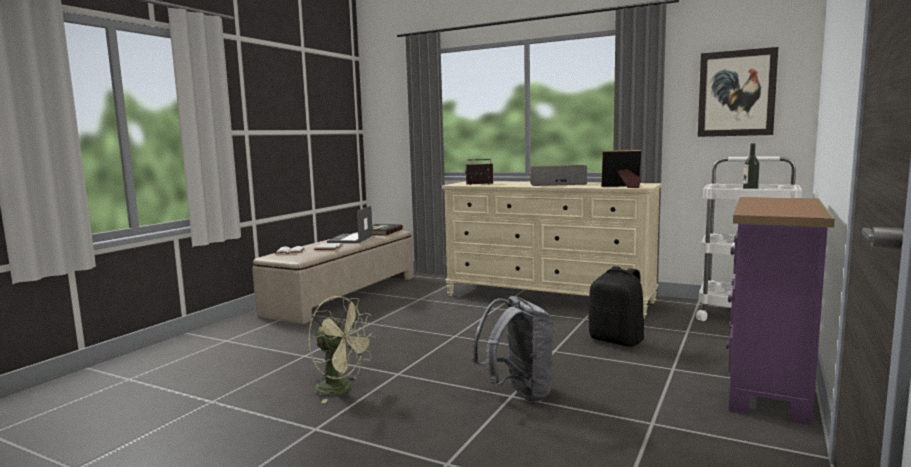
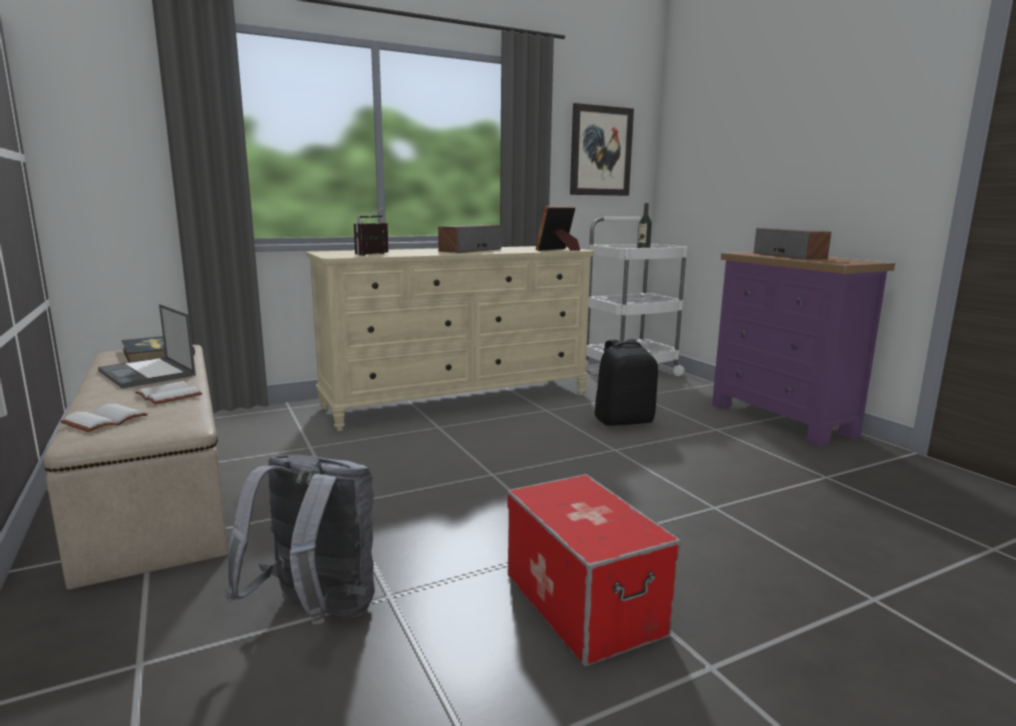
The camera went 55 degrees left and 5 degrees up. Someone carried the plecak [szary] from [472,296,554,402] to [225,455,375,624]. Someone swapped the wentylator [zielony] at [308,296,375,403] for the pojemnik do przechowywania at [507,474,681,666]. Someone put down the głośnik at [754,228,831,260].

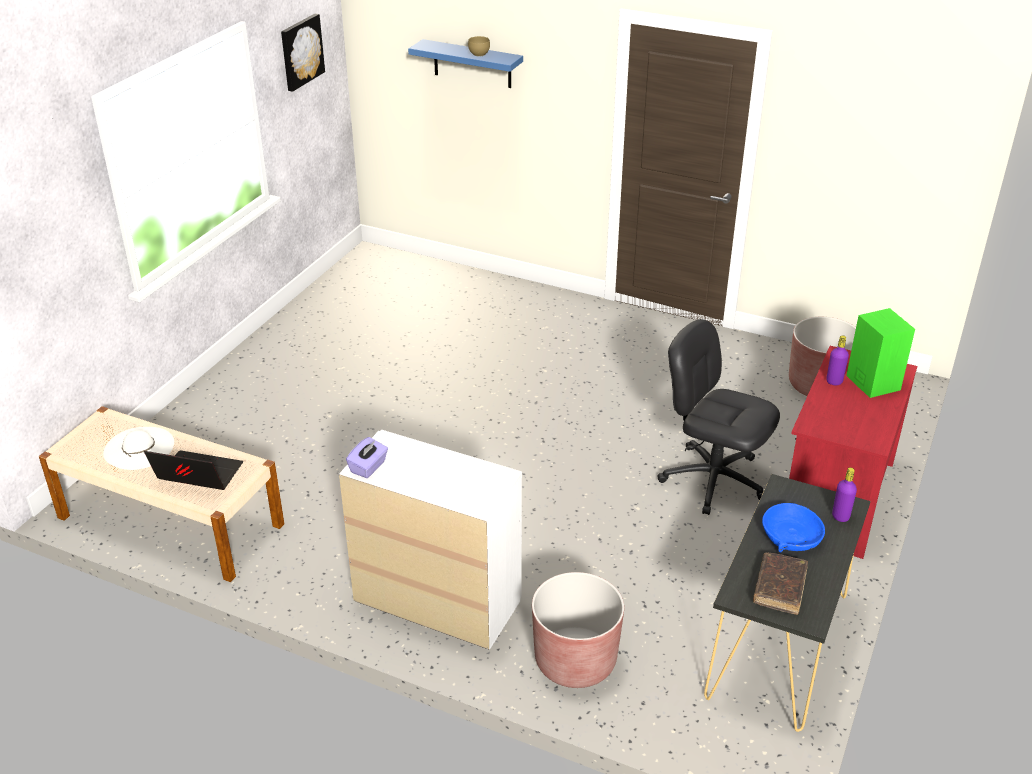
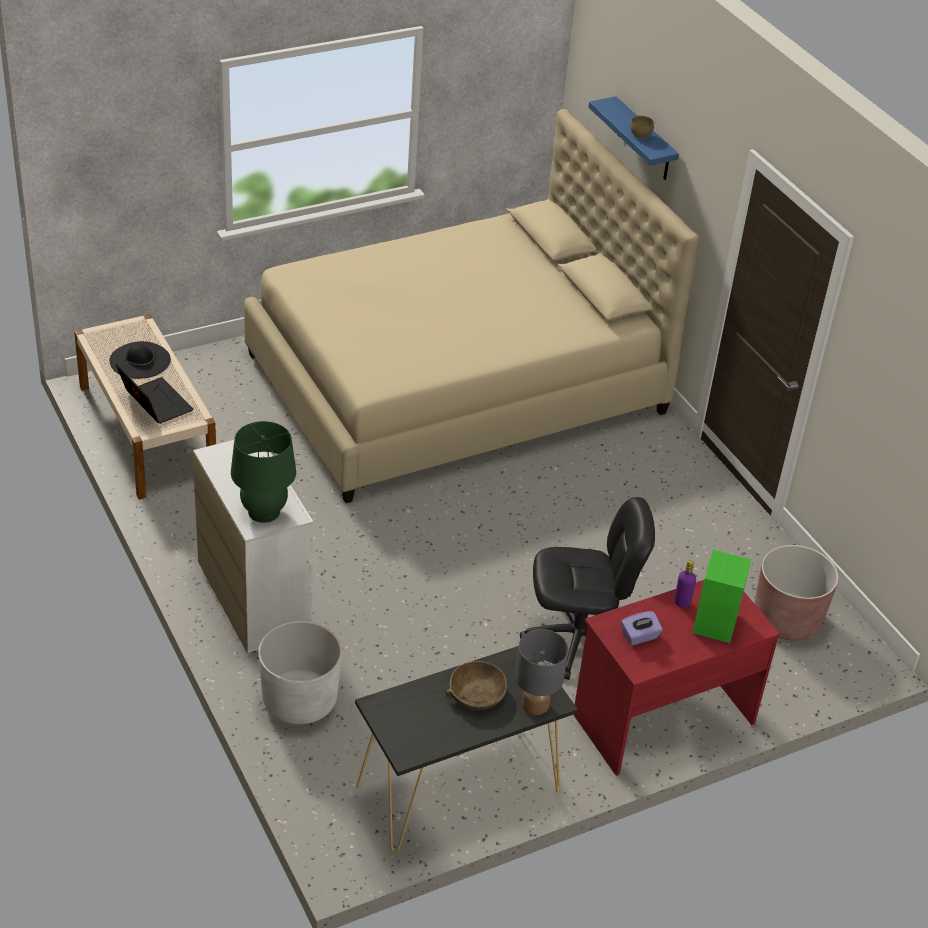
The camera went 35 degrees right and 5 degrees up. Someone repainted the kapelusz [biały] at [103,427,174,470], which became the kapelusz [czarny] at [109,341,171,379]. Someone put down the lampa stołowa [zielony] at [231,421,296,523]. Someone put down the łóżko [beżowy] at [244,109,700,503]. Someone repainted the donica [brązowy] at [532,572,624,688], which became the donica [biały] at [258,621,342,724]. Someone repainted the miska [niebieski] at [762,503,825,552], which became the miska [brązowy] at [446,661,507,710]. Someone swapped the butelka [fioletowy] at [832,467,857,522] for the lampa stołowa [szary] at [515,629,568,715]. Someone rotated the krzesło biurowe [czarny] at [657,319,780,515] by 105 degrees clockwise. Someone carried the pudełko chusteczek [fioletowy] from [346,437,388,478] to [621,611,663,645]. Someone took away the obraz at [281,14,325,92]. Someone took away the książka [brązowy] at [753,553,808,615].

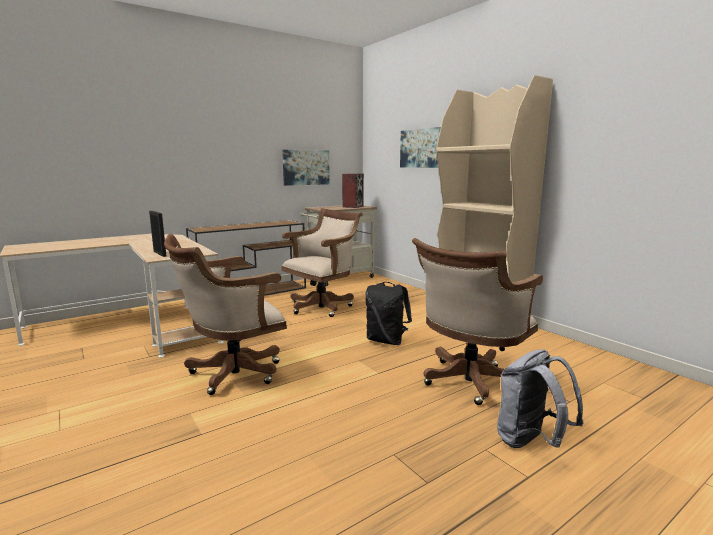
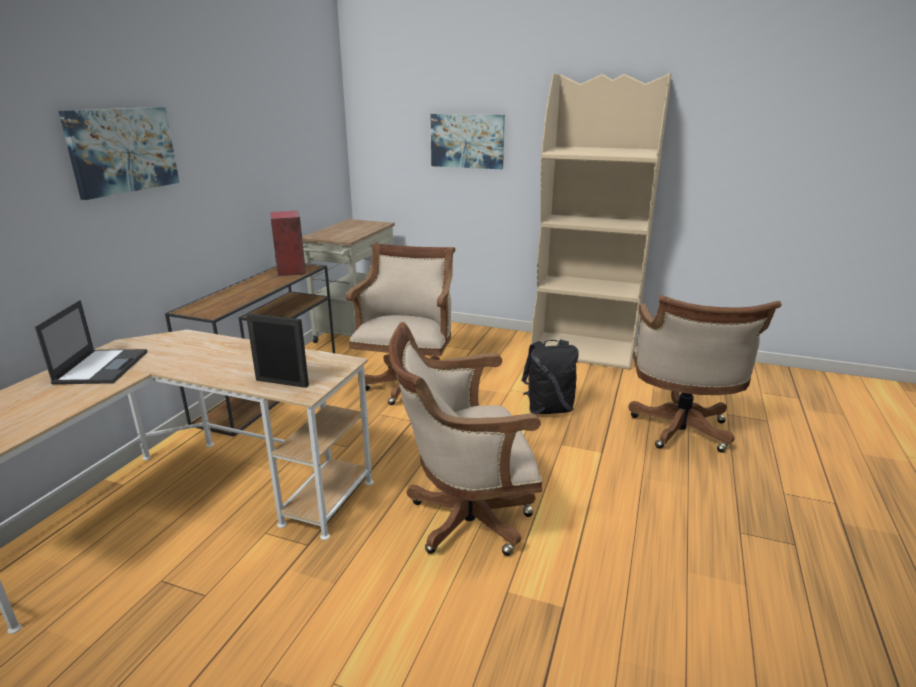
The camera went 35 degrees left and 10 degrees up. Someone put down the laptop at [35,300,147,384]. Someone carried the obraz from [282,150,330,186] to [59,107,180,200]. Someone carried the głośnik from [342,173,364,208] to [270,211,306,276]. Someone rotated the krzesło biurowe at [164,234,287,395] by 60 degrees clockwise. Someone took away the plecak [szary] at [497,349,584,448].

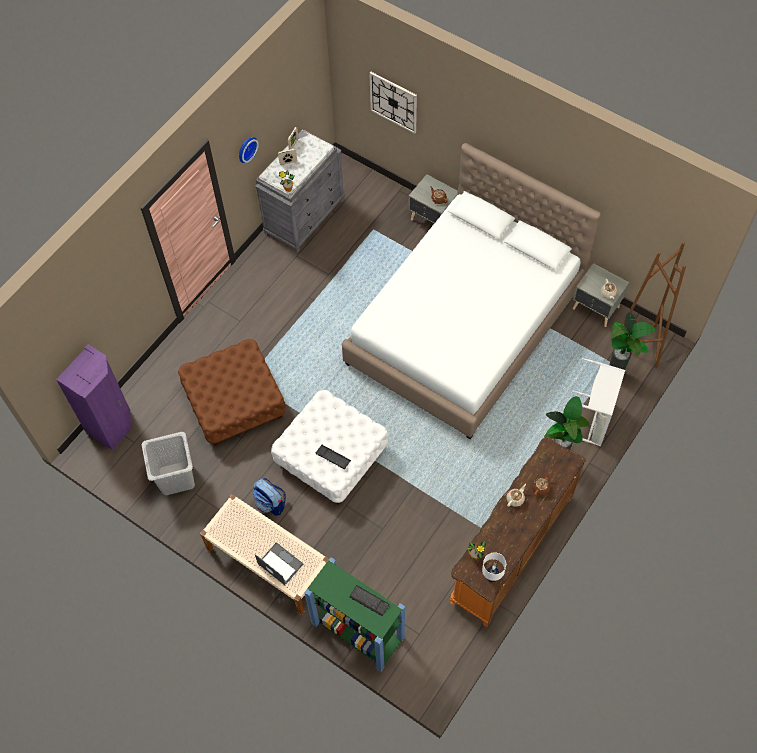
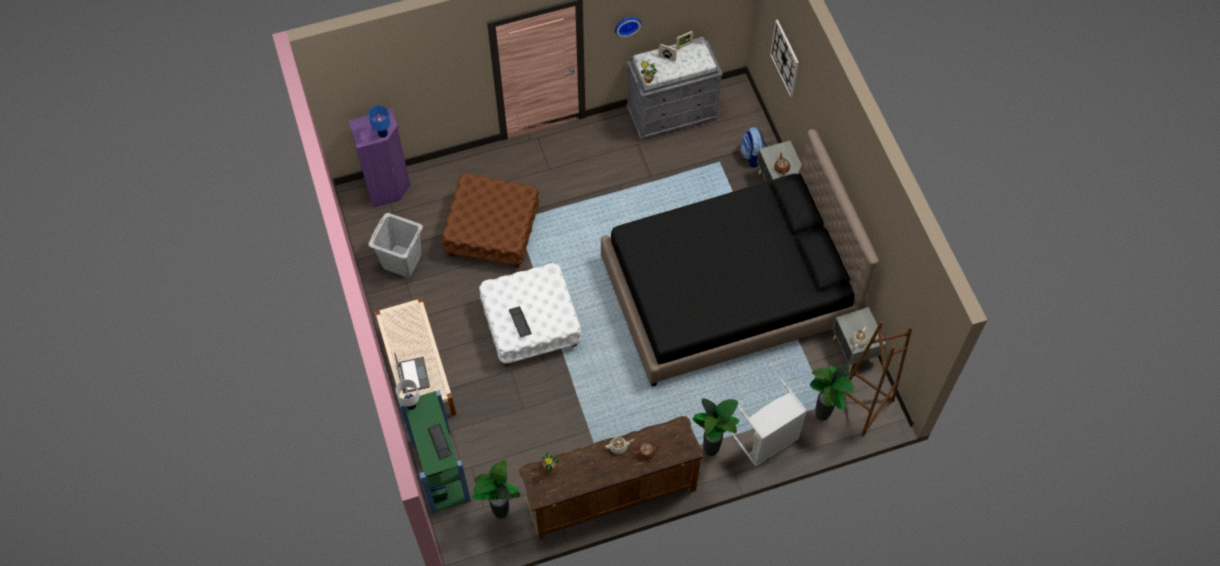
The camera went 35 degrees right and 0 degrees up. Someone put down the lampa stołowa [niebieski] at [368,105,390,138]. Someone carried the lampa stołowa [biały] from [482,552,506,582] to [396,379,419,410]. Someone put down the roślina doniczkowa at [472,460,520,519]. Someone repainted the szafka [pomarańczowy] at [450,437,587,627], which became the szafka [beżowy] at [519,416,704,540]. Someone repainted the łóżko [biały] at [342,143,601,439], which became the łóżko [czarny] at [601,129,879,387]. Someone carried the plecak from [253,478,286,516] to [740,127,767,168].

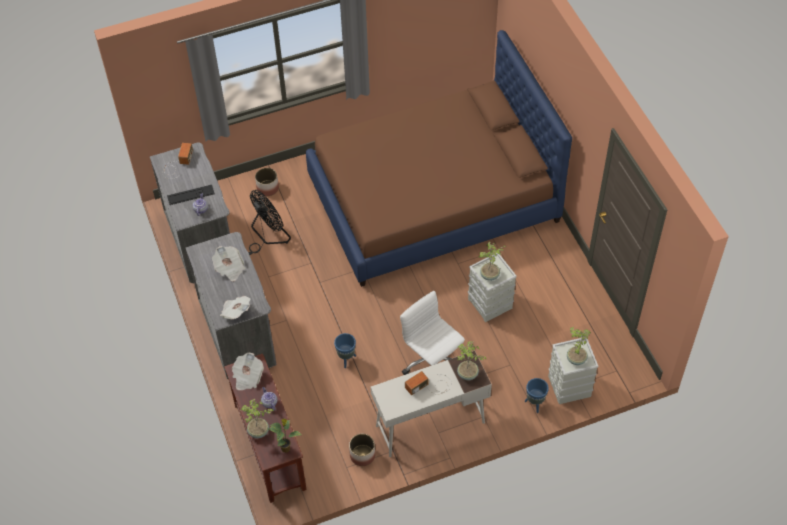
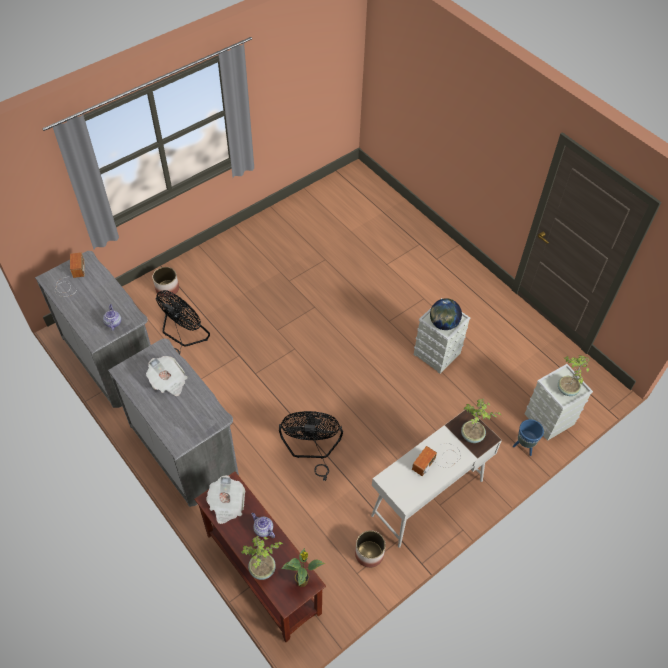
The camera went 20 degrees left and 0 degrees up. Someone swapped the donica [niebieski] at [334,333,356,368] for the wentylator [czarny] at [279,411,343,481]. Someone swapped the roślina doniczkowa at [479,242,506,281] for the globus at [430,298,462,330]. Someone took away the klawiatura at [167,185,215,205]. Someone took away the gazeta at [220,296,251,319]. Someone took away the łóżko [brązowy] at [306,30,572,287]. Someone took away the krzesło biurowe [biały] at [400,291,465,375].

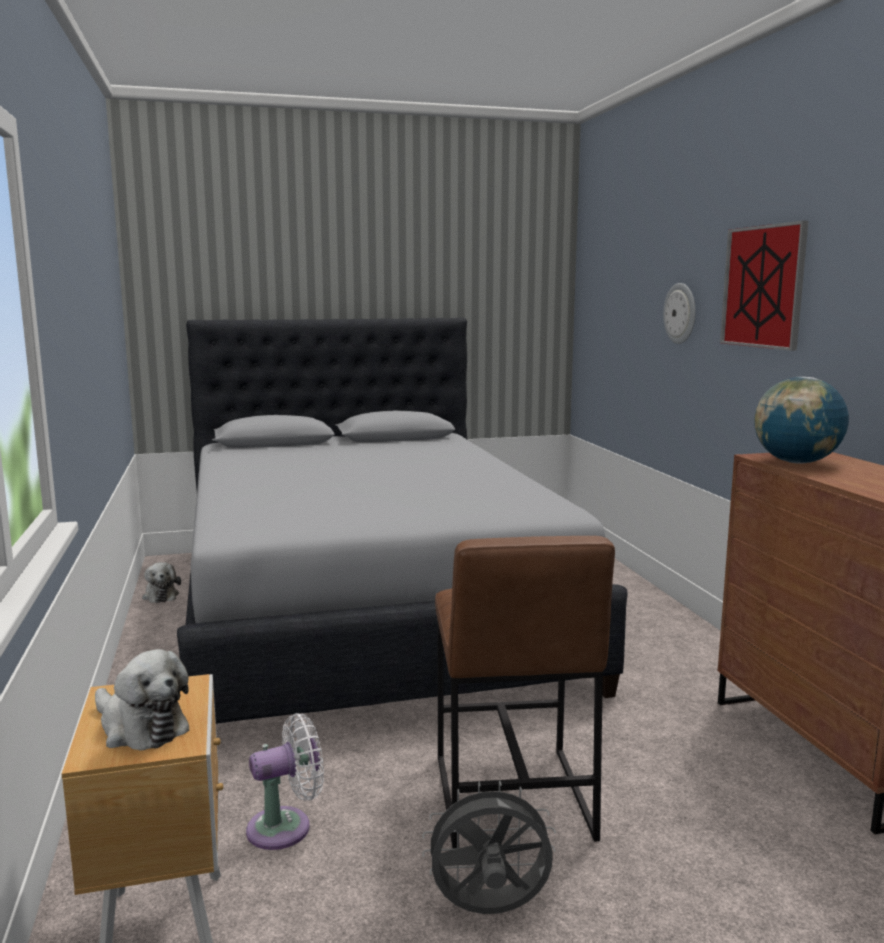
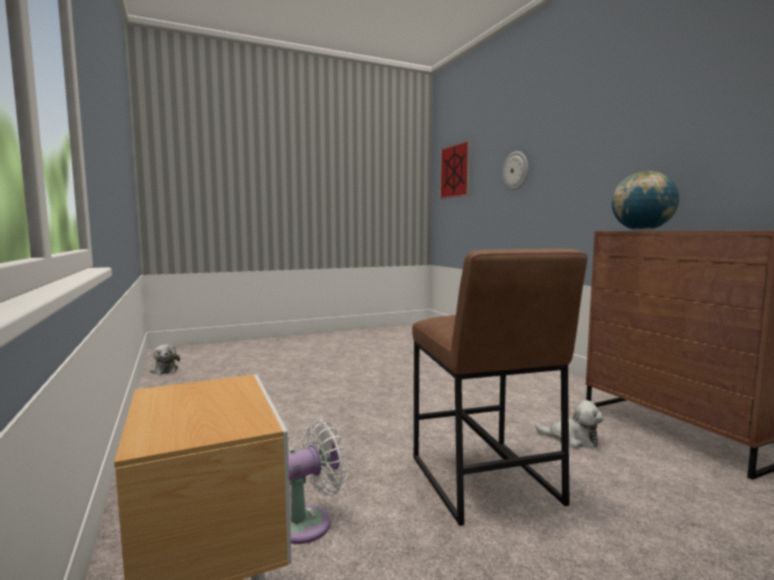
The camera went 10 degrees left and 5 degrees down. Someone carried the obraz from [720,221,808,351] to [439,140,471,199]. Someone carried the pluszak from [95,649,190,751] to [535,400,604,448]. Someone took away the łóżko [szary] at [177,318,628,724]. Someone took away the wentylator [szary] at [422,781,556,914].

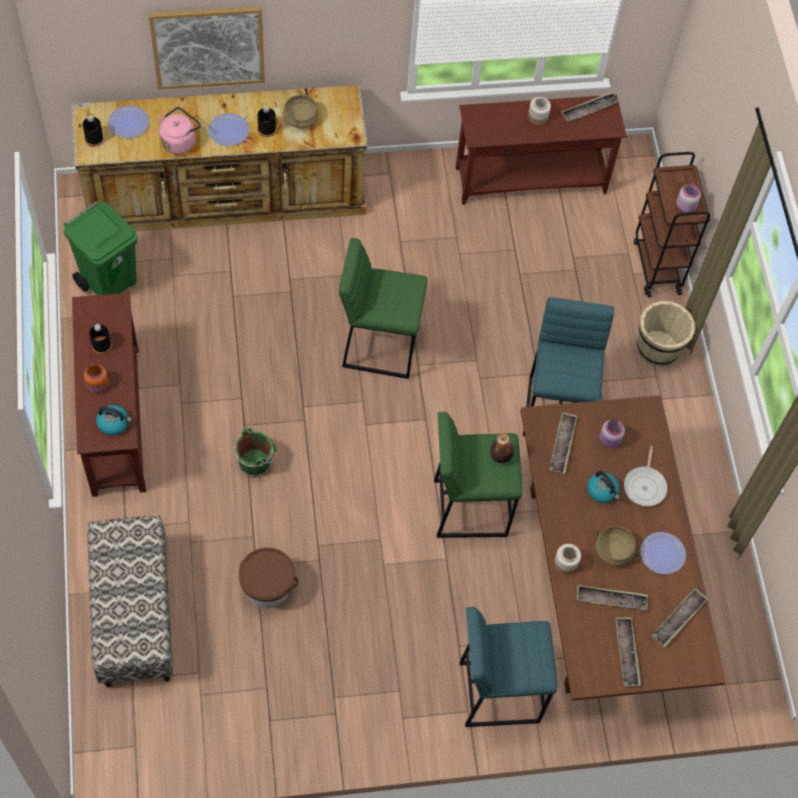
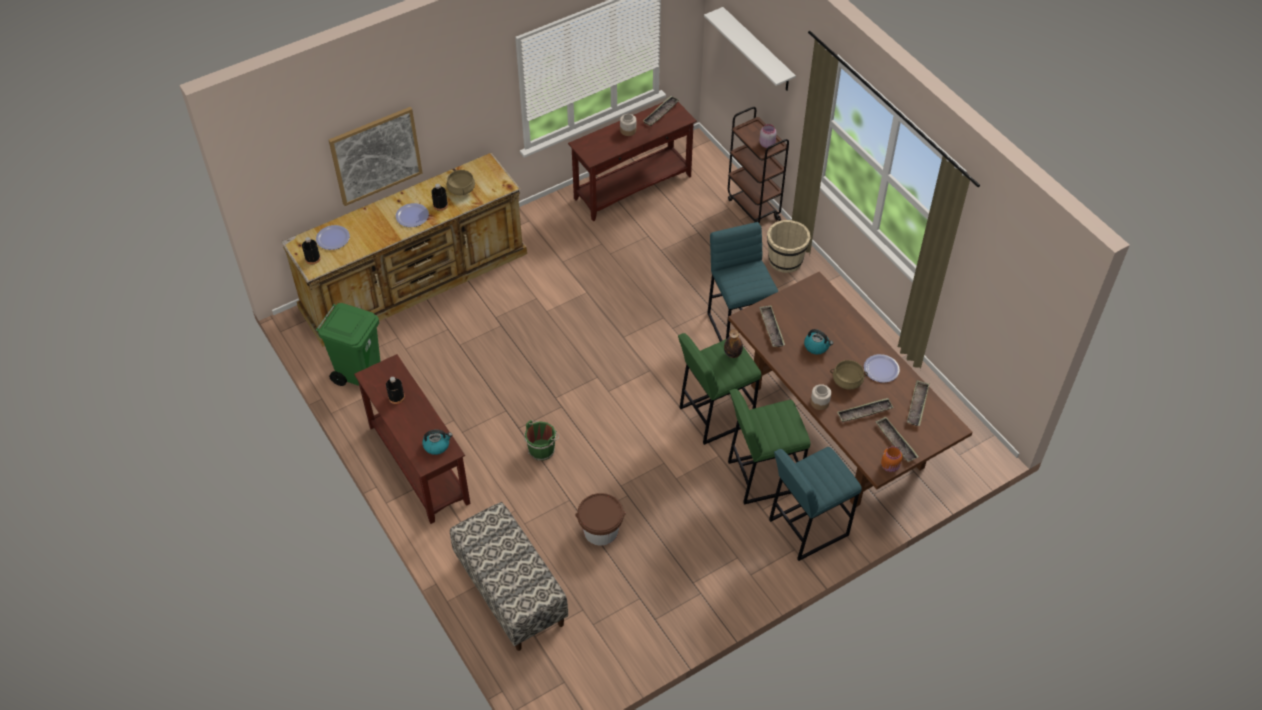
The camera went 20 degrees left and 10 degrees down. Someone put up the półka [biały] at [704,7,796,91]. Someone carried the stołek [zielony] from [338,238,428,379] to [728,389,810,505]. Someone carried the słoik [pomarańczowy] from [84,363,108,393] to [881,446,902,472]. Someone took away the czajnik [różowy] at [158,107,201,154]. Someone took away the słoik [różowy] at [600,419,625,448]. Someone took away the patelnia at [624,446,668,506].

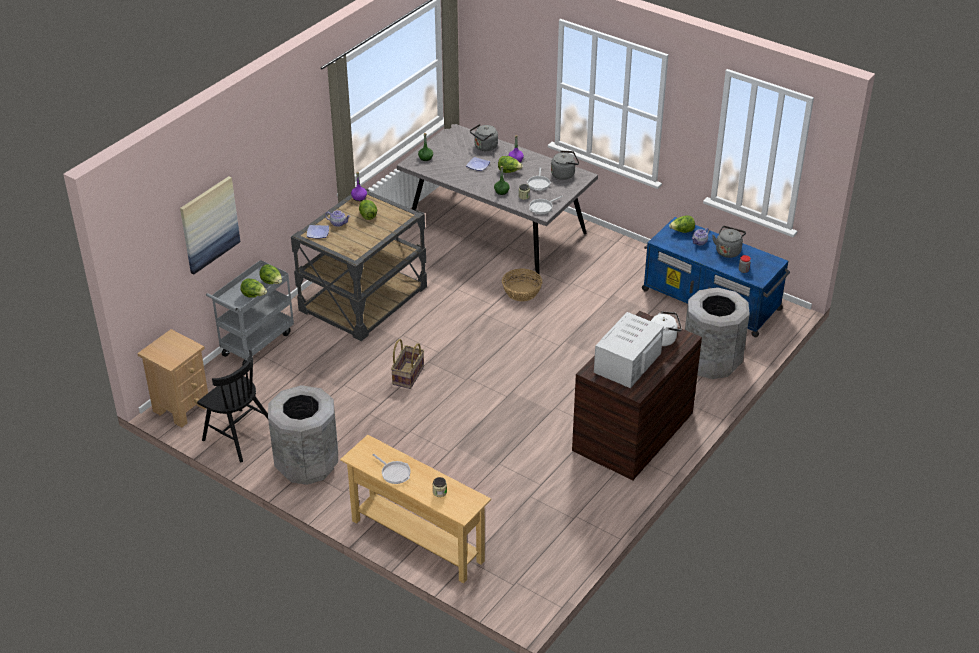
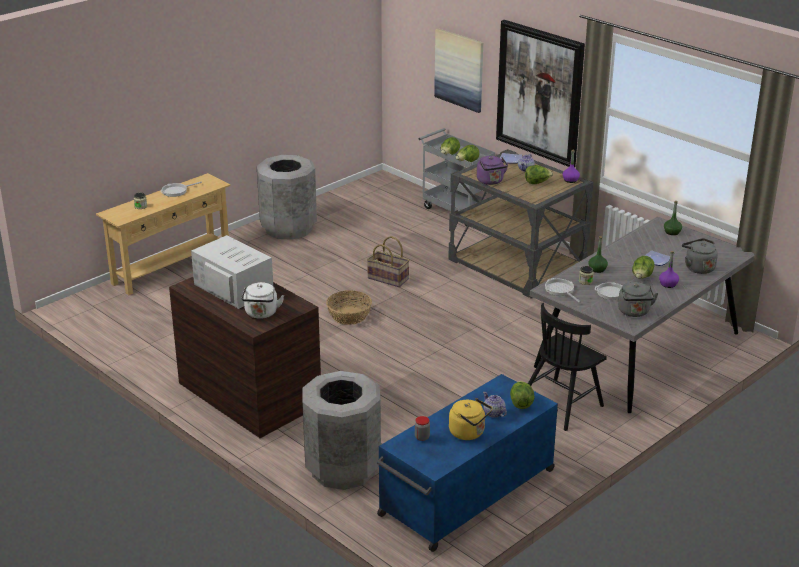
The camera went 100 degrees right and 10 degrees down. Someone carried the koszyk from [502,269,542,301] to [326,290,372,325]. Someone repainted the czajnik [szary] at [712,226,746,258], which became the czajnik [żółty] at [449,398,493,440]. Someone put down the czajnik [fioletowy] at [477,156,508,185]. Someone put up the obraz at [496,20,585,167]. Someone carried the krzesło [czarny] from [197,350,268,462] to [528,303,607,431]. Someone took away the szafka nocna [beżowy] at [137,329,208,428].

